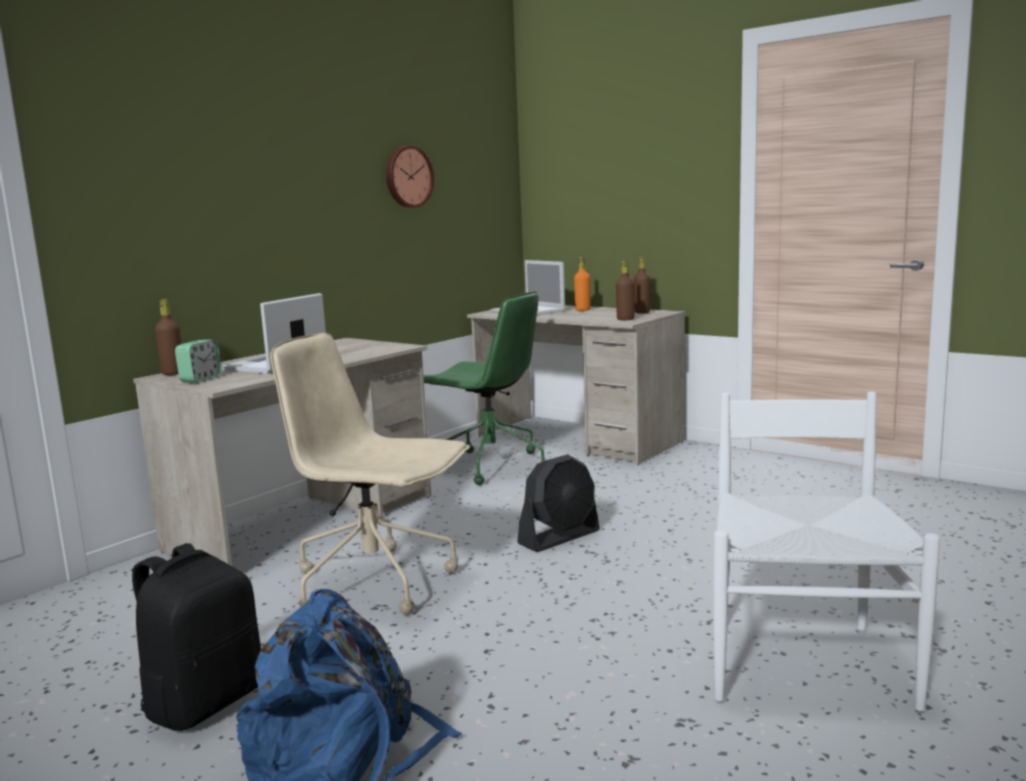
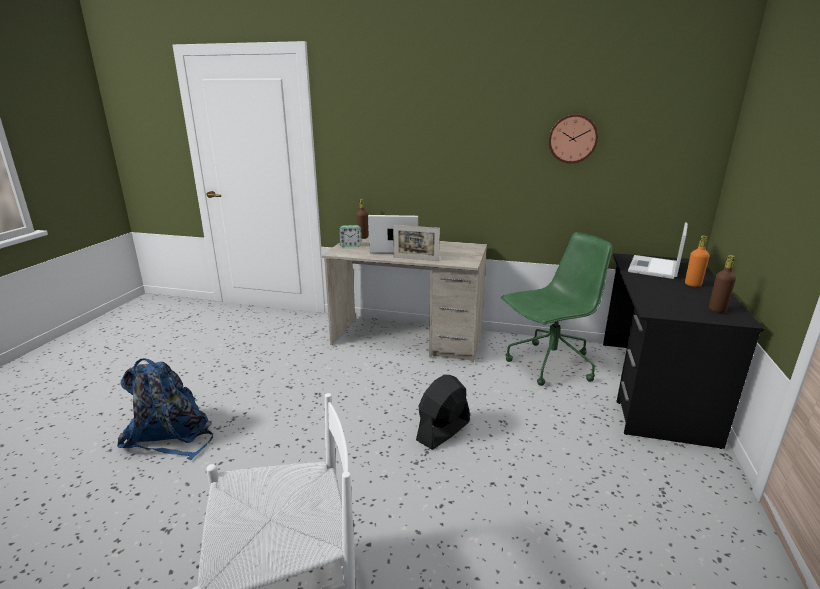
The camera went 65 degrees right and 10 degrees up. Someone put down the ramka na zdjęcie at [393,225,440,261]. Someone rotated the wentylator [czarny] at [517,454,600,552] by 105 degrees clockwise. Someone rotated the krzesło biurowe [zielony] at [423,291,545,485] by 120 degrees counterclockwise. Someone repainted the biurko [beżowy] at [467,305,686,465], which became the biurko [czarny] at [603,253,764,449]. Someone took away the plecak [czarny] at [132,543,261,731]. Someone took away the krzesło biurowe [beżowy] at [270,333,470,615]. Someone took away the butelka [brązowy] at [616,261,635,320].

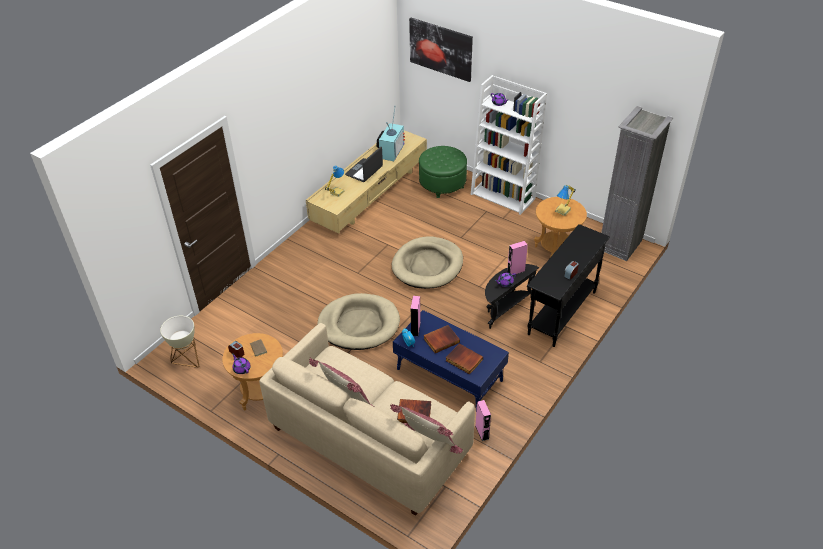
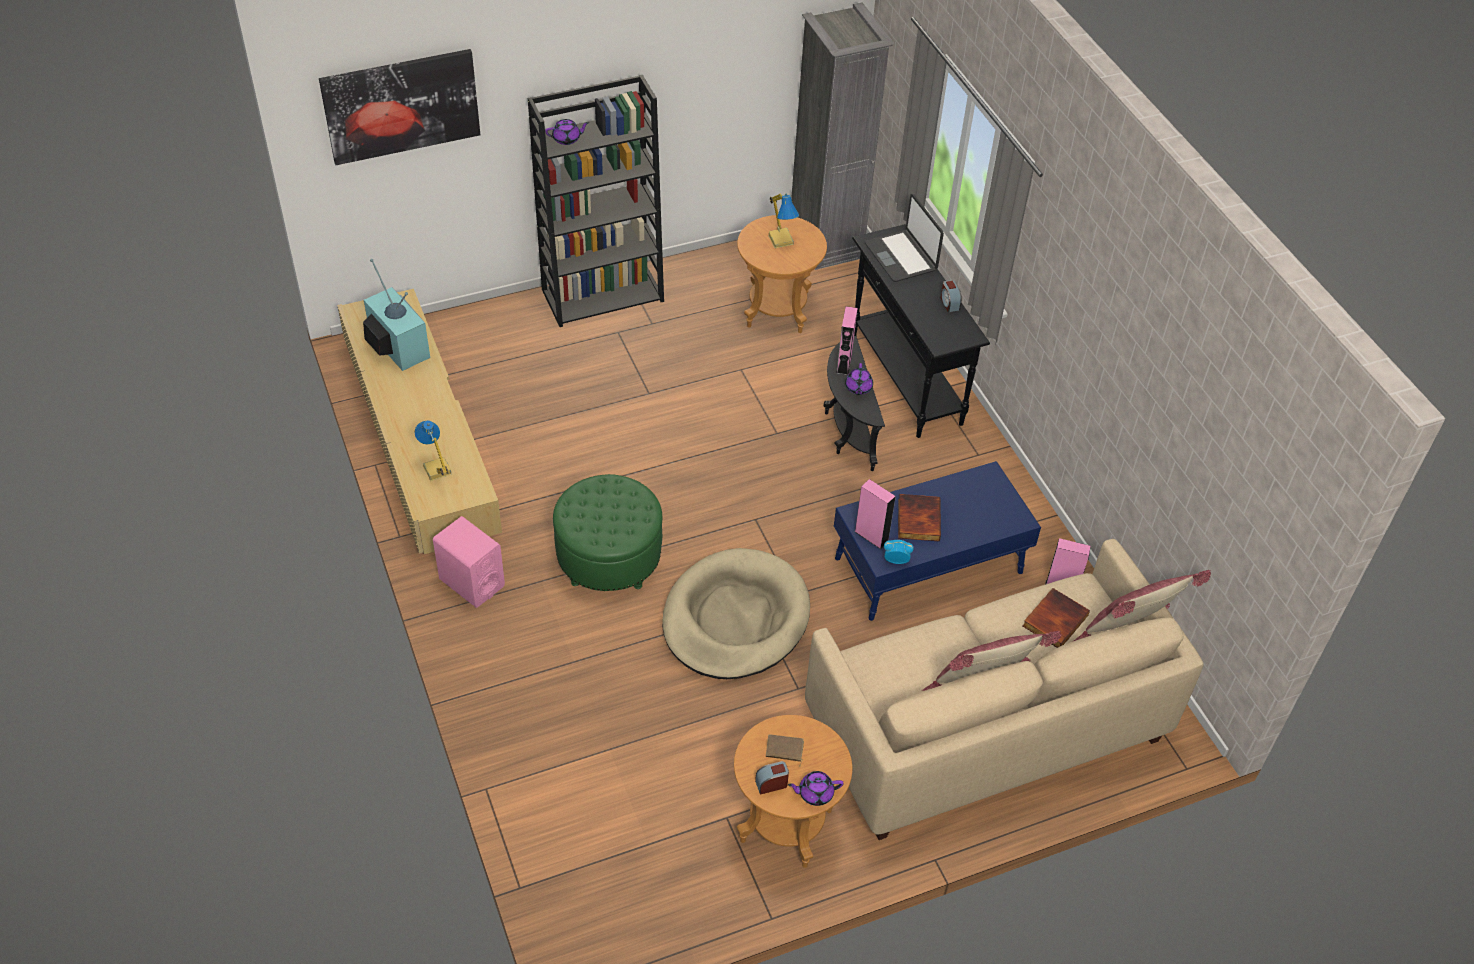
The camera went 60 degrees left and 5 degrees up. Someone put down the głośnik [różowy] at [433,516,505,608]. Someone repainted the regał [biały] at [471,75,547,215], which became the regał [czarny] at [528,75,664,327]. Someone carried the pufa [zielony] from [419,146,467,198] to [553,474,662,591]. Someone carried the laptop from [345,147,383,182] to [865,194,944,282]. Someone took away the donica at [160,316,199,368]. Someone took away the legowisko [beżowy] at [392,237,463,289]. Someone took away the książka at [445,343,483,375].

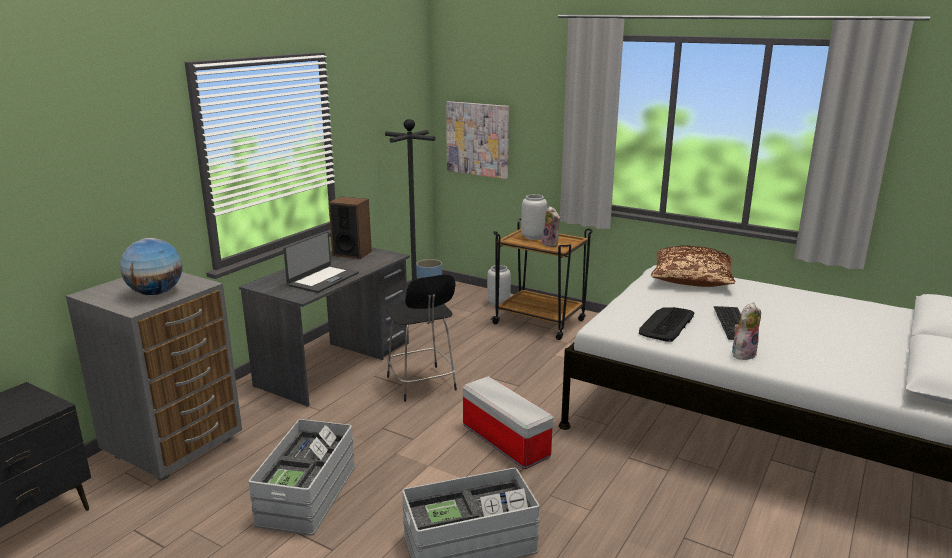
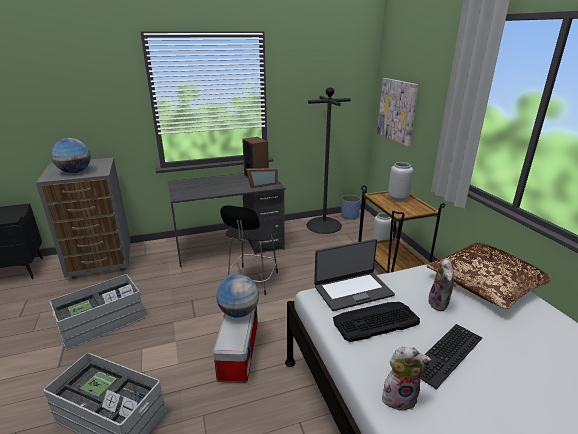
The camera went 40 degrees right and 5 degrees up. Someone put down the globus at [216,274,259,317]. Someone put down the ramka na zdjęcie at [246,168,278,188]. Someone carried the laptop from [283,231,359,293] to [314,239,395,311]. Someone carried the pluszak from [542,206,560,247] to [428,258,457,311].

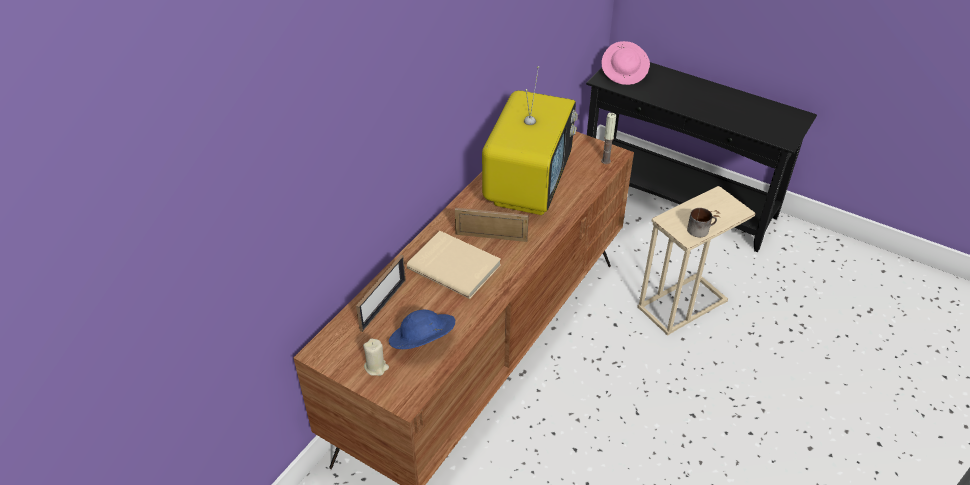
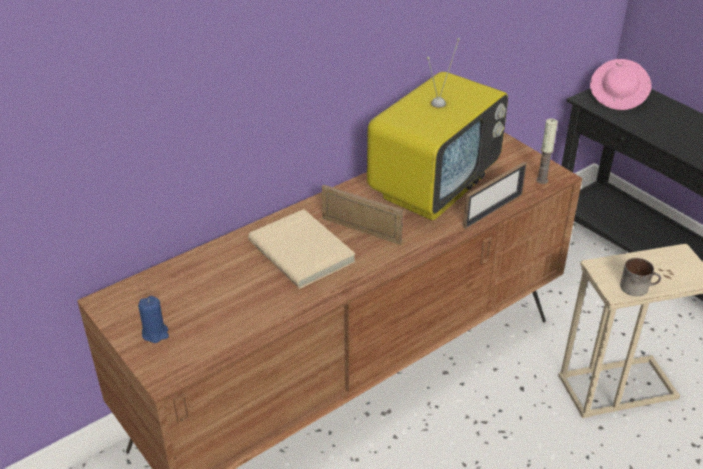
The camera went 20 degrees right and 5 degrees down. Someone repainted the świeca [beżowy] at [363,339,389,376], which became the świeca [niebieski] at [138,296,169,343]. Someone carried the ramka na zdjęcie from [356,255,406,332] to [463,162,527,229]. Someone took away the kapelusz [niebieski] at [389,310,455,349].

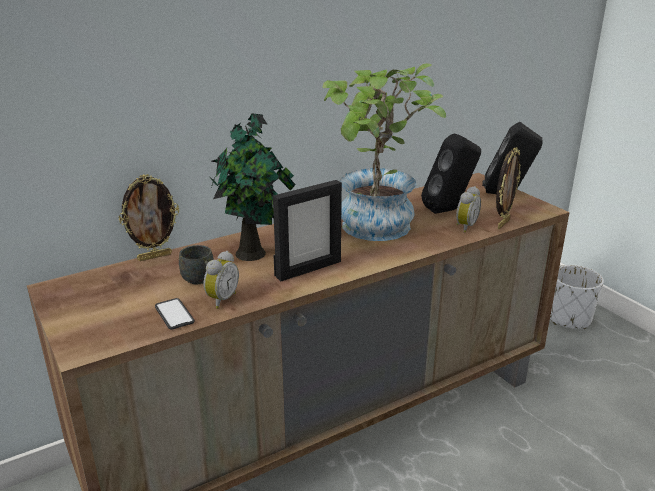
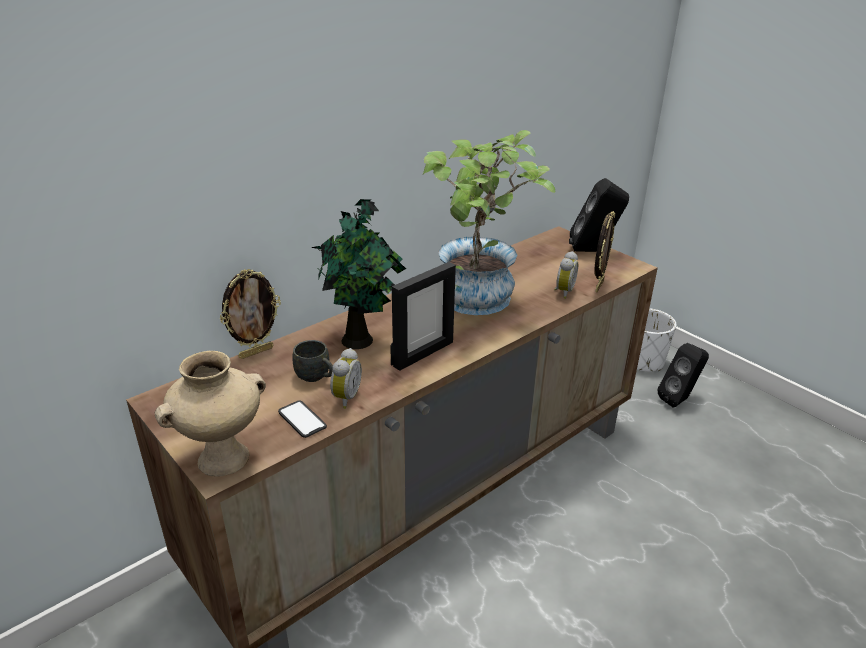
The camera went 10 degrees left and 5 degrees up. Someone put down the wazon [beżowy] at [155,351,266,476]. Someone carried the głośnik [czarny] from [421,134,481,214] to [657,343,709,408].

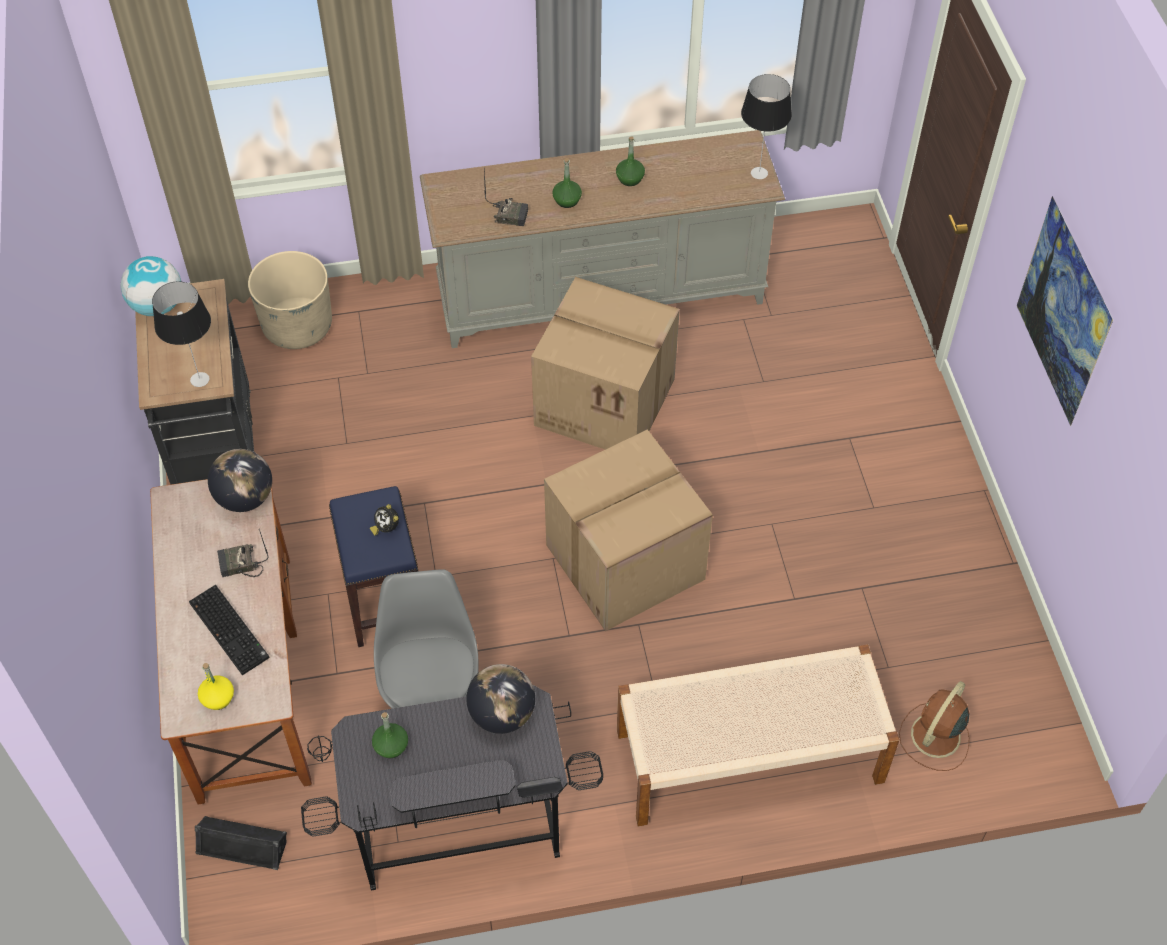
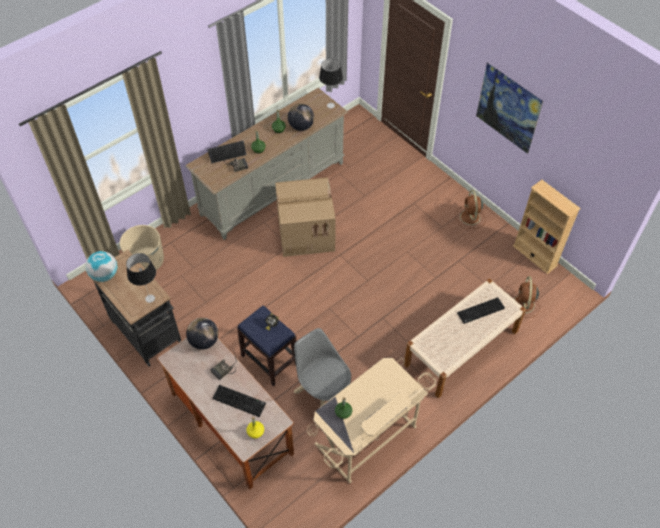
The camera went 30 degrees left and 0 degrees up. Someone carried the głośnik [czarny] from [195,816,287,870] to [207,141,247,163]. Someone carried the globus from [466,664,535,734] to [288,104,314,131]. Someone repainted the biurko [czarny] at [301,685,603,891], which became the biurko [beżowy] at [307,357,436,483]. Someone put down the wentylator [brązowy] at [456,190,486,229]. Someone put down the klawiatura at [457,297,505,324]. Someone put down the regał [beżowy] at [513,180,581,274]. Someone took away the karton at [544,429,713,631].

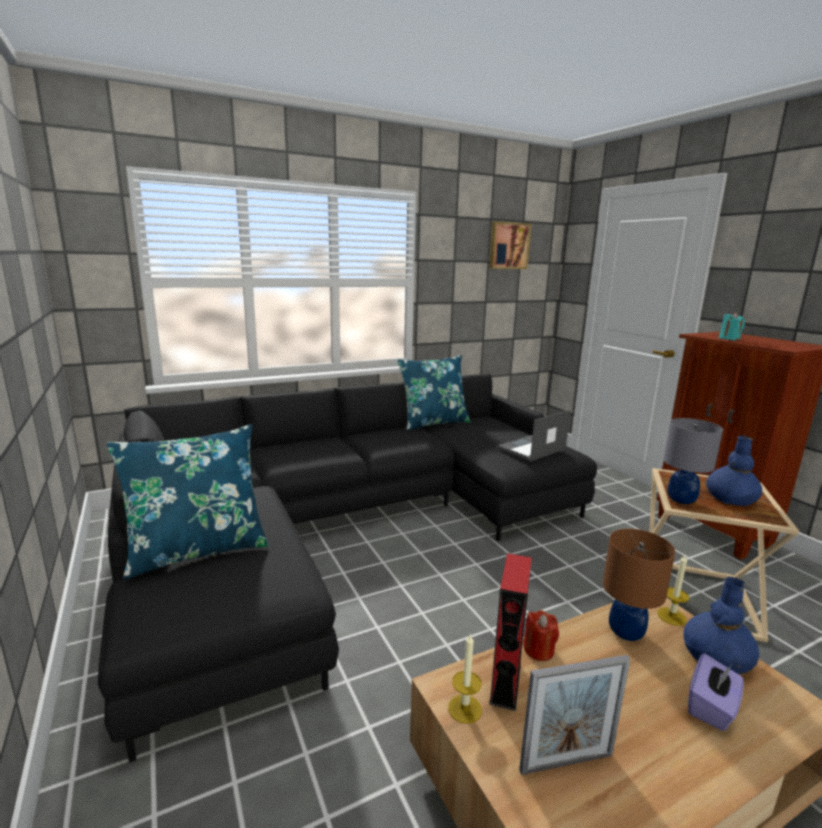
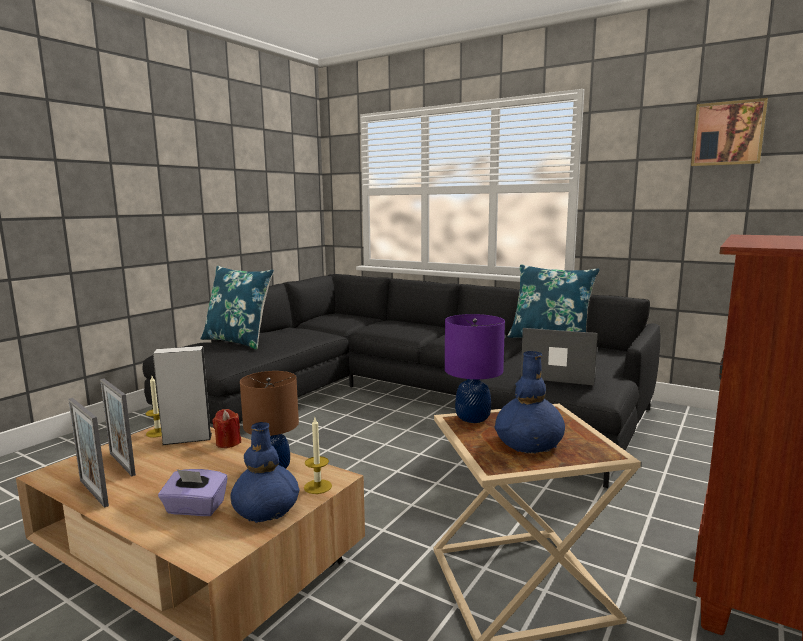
The camera went 60 degrees right and 5 degrees down. Someone put down the ramka na zdjęcie at [68,398,109,508]. Someone repainted the głośnik [czerwony] at [489,553,532,711], which became the głośnik [szary] at [153,346,212,445]. Someone repainted the lampa stołowa [szary] at [663,418,723,504], which became the lampa stołowa [fioletowy] at [445,314,505,423]. Someone took away the świeca [turkusowy] at [719,312,745,341].

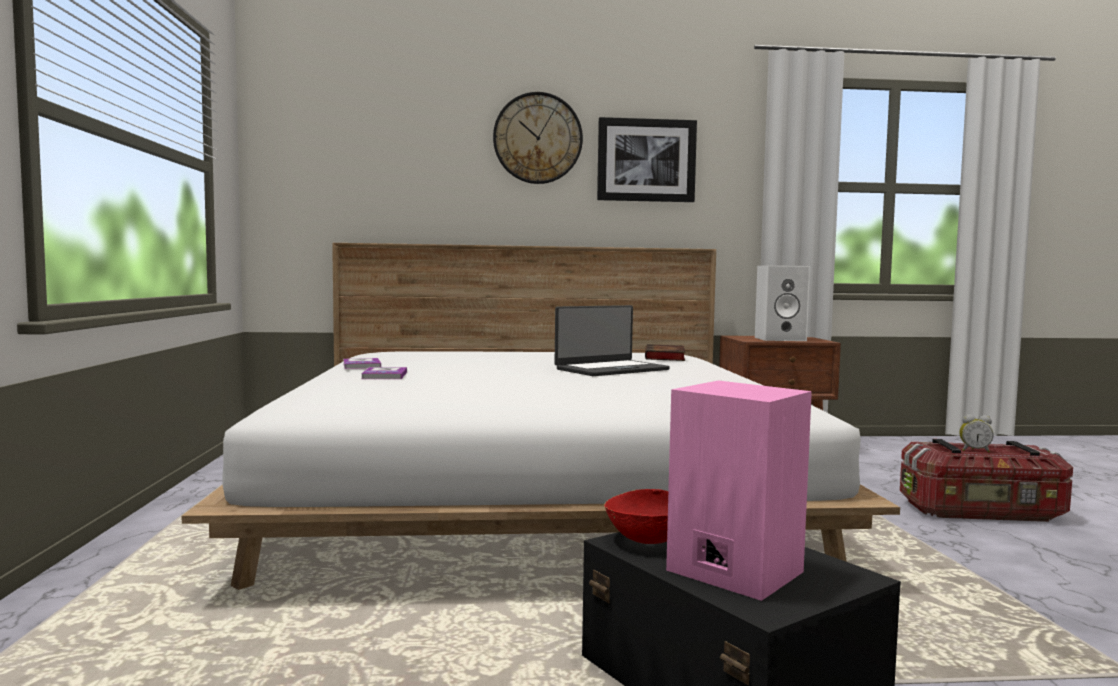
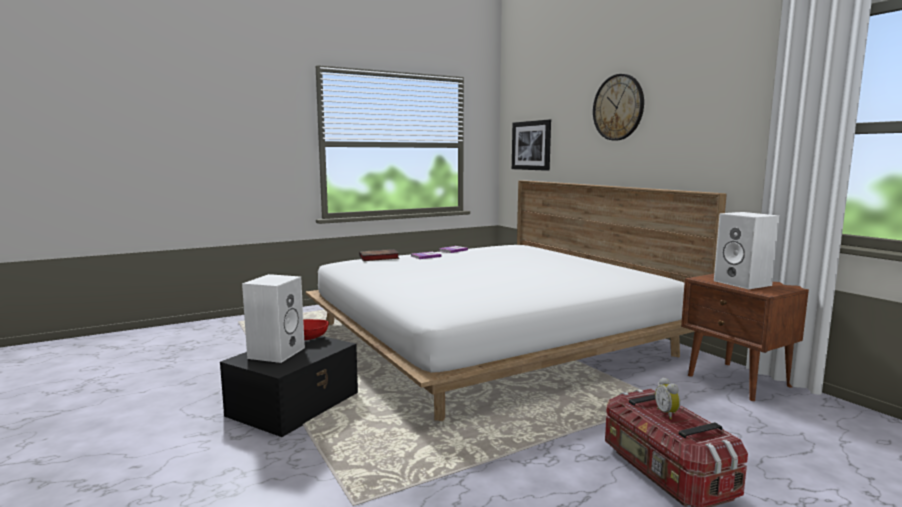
The camera went 65 degrees right and 5 degrees up. Someone repainted the głośnik [różowy] at [666,381,812,601], which became the głośnik [biały] at [242,274,305,363]. Someone carried the książka from [645,344,685,361] to [359,249,400,261]. Someone carried the obraz from [597,117,697,202] to [512,119,551,171]. Someone took away the laptop at [555,305,670,376].

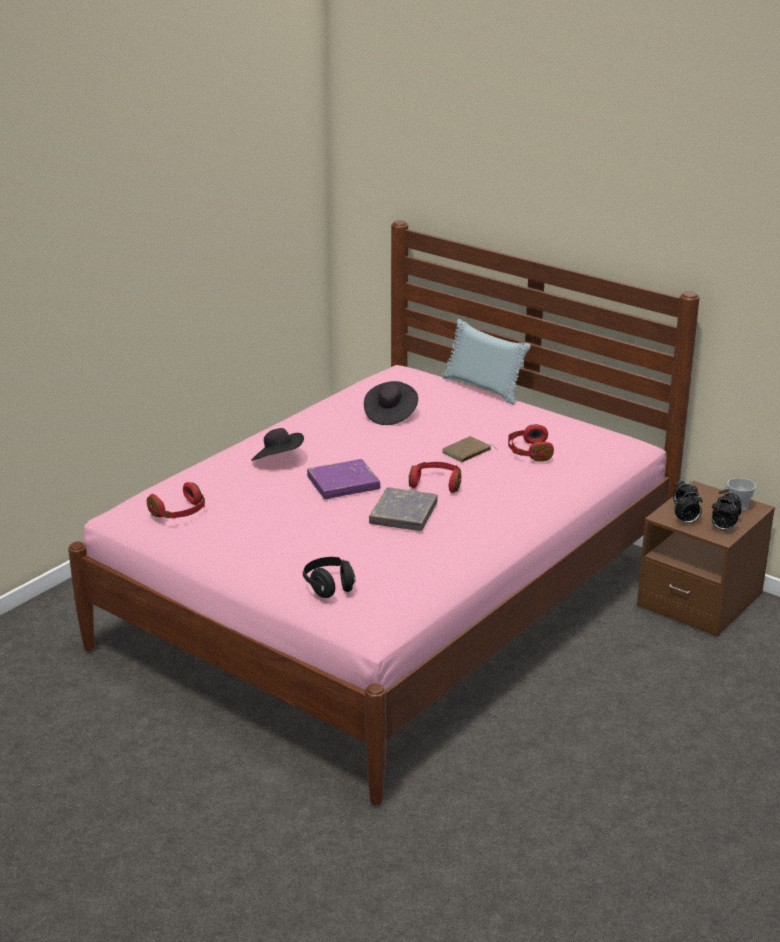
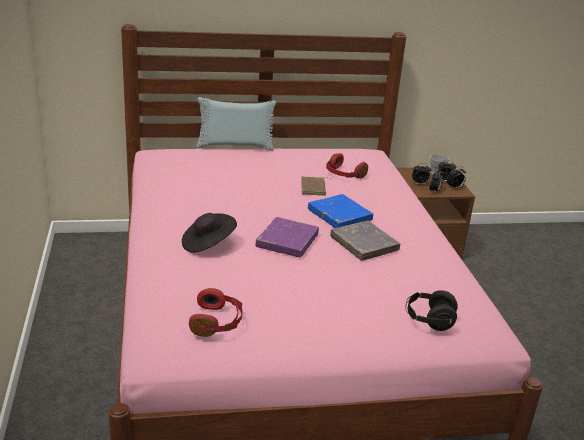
The camera went 50 degrees left and 0 degrees up. Someone swapped the słuchawki [czerwony] at [409,462,462,493] for the książka [niebieski] at [308,194,373,228]. Someone took away the kapelusz [czarny] at [364,381,418,425].

